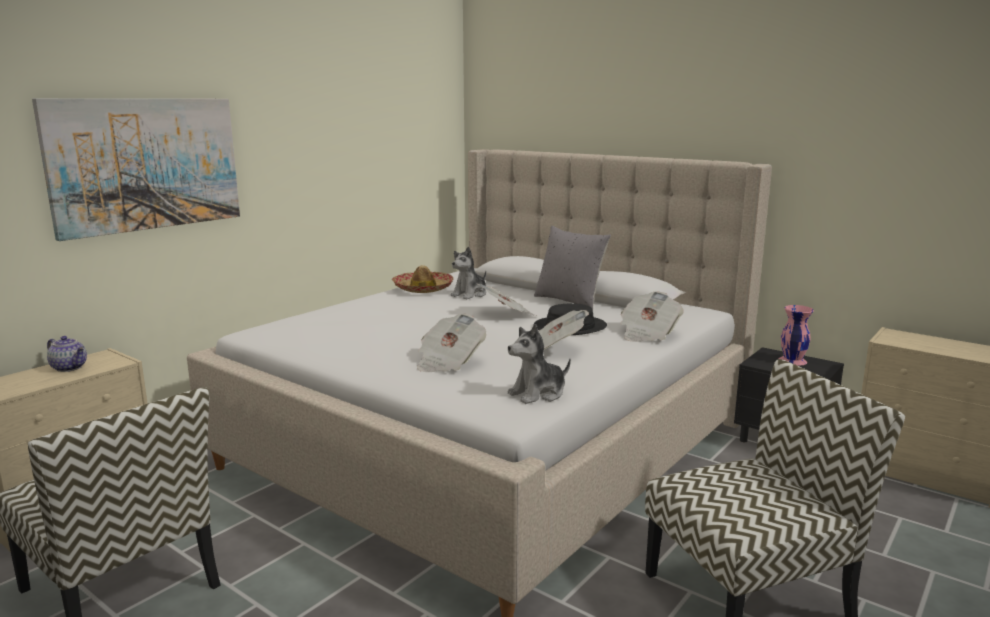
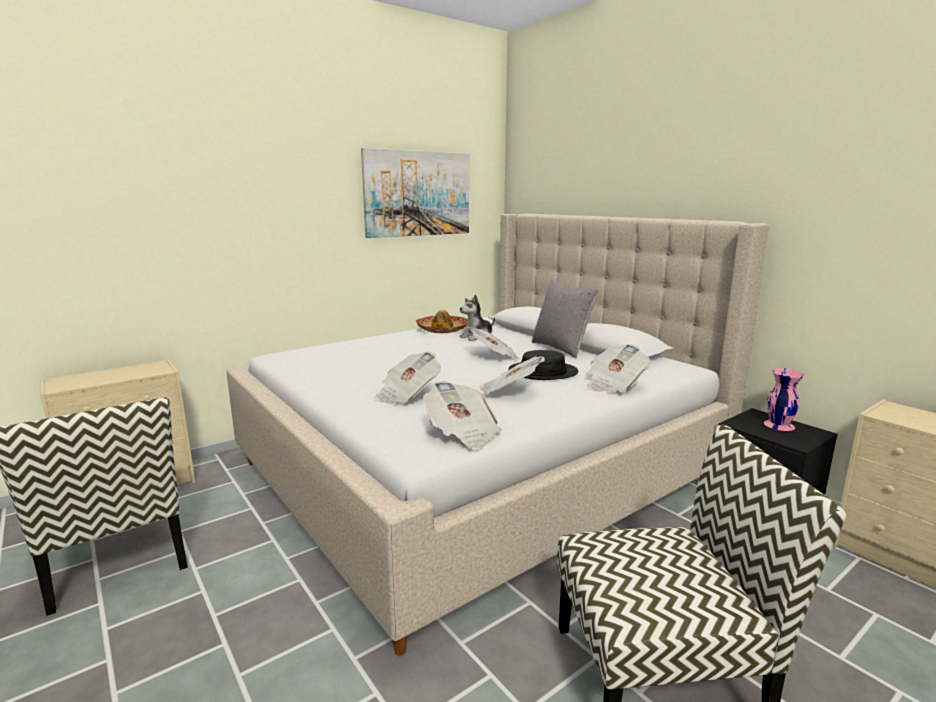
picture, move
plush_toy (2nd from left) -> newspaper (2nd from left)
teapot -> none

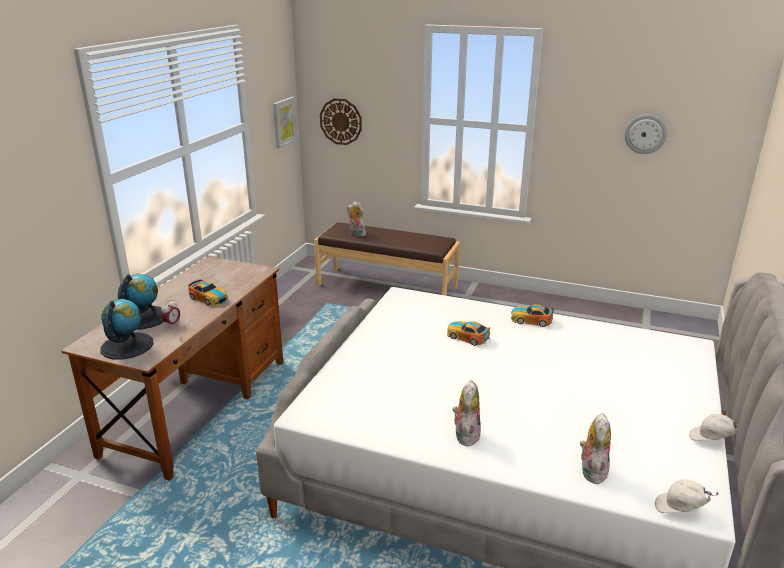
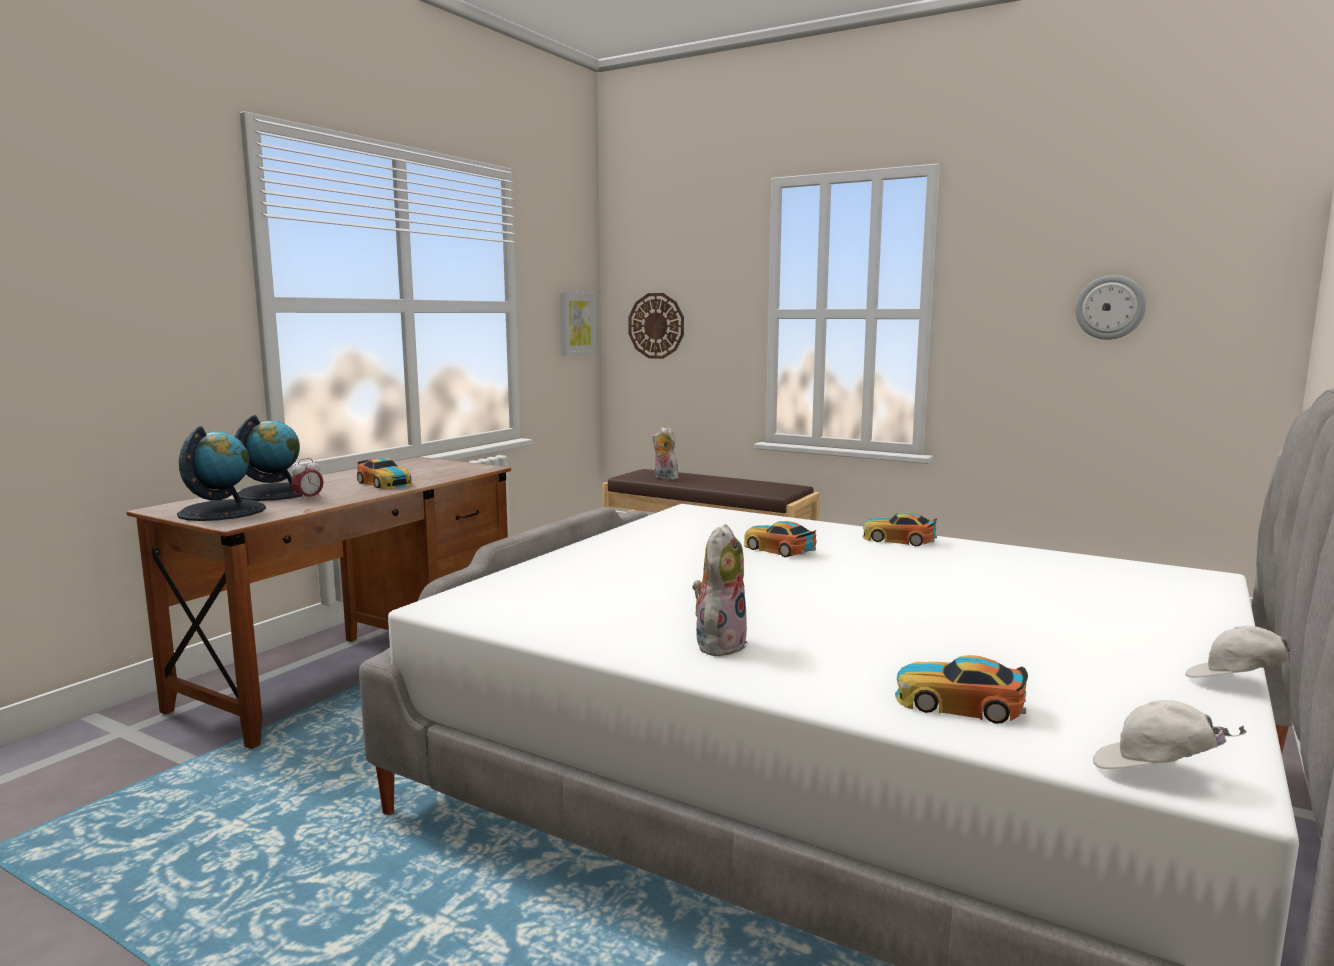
plush_toy (3rd from left) -> toy_car (4th from left)

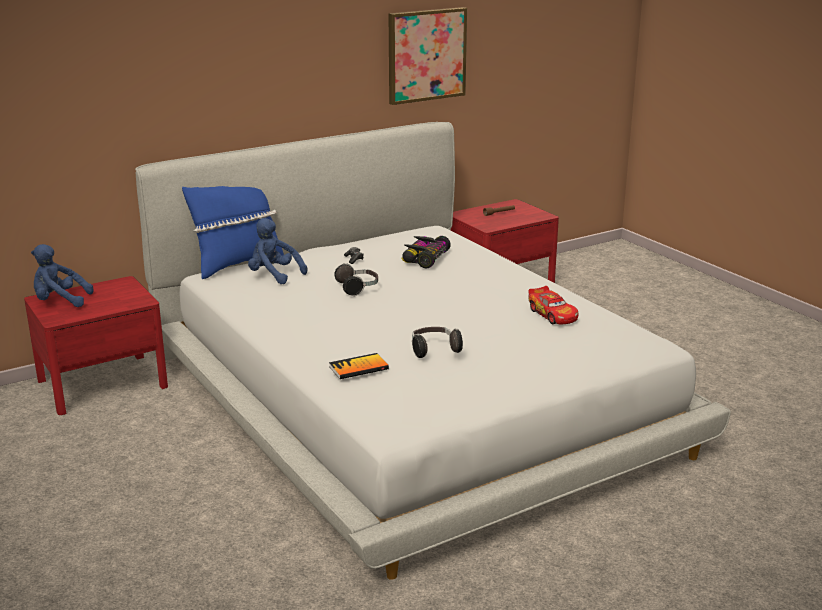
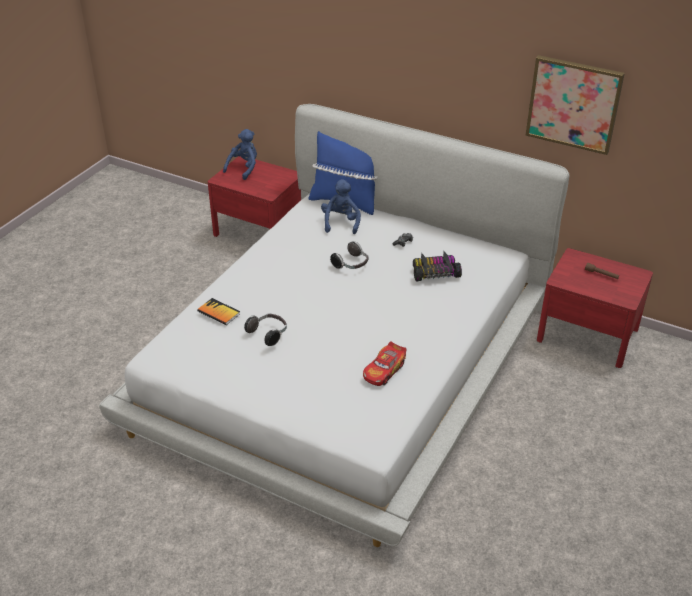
blue_plush_toy (1st from left), 60 degrees clockwise

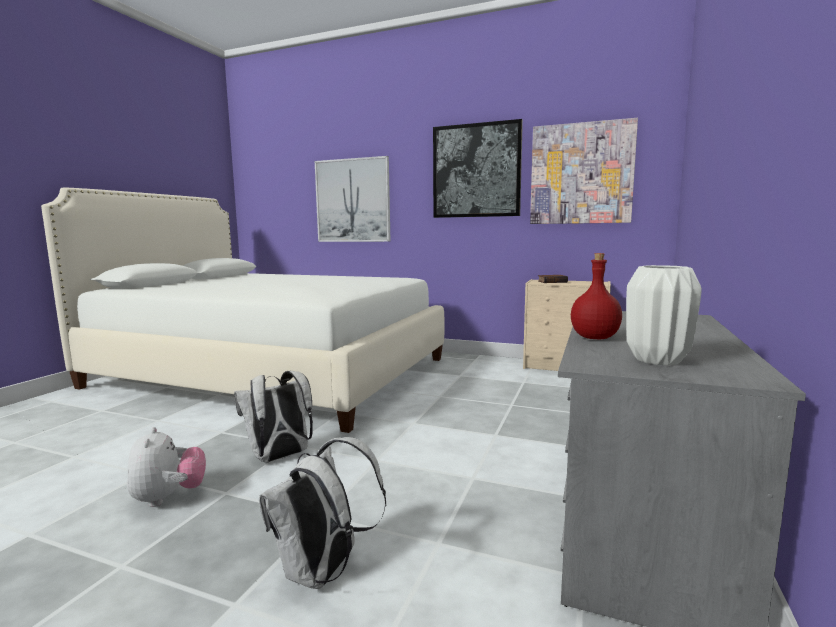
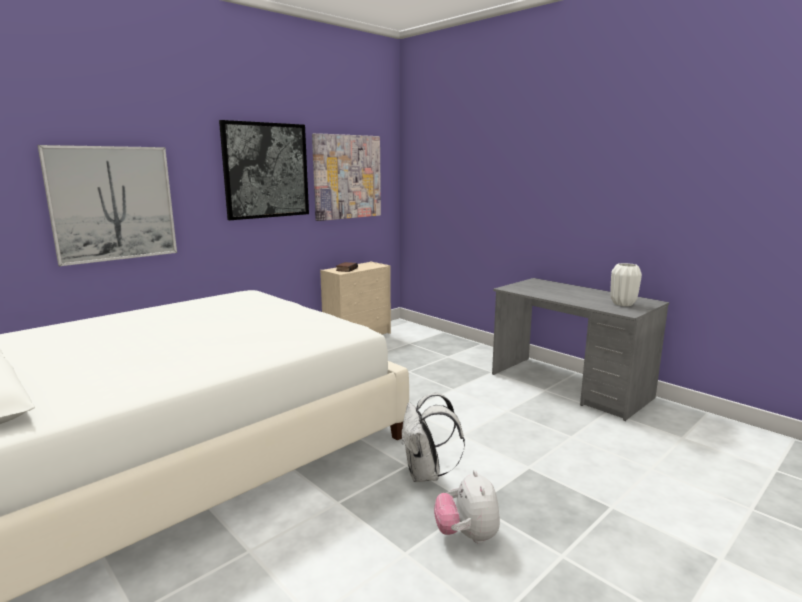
red_bottle -> none
plush_toy, 105 degrees counterclockwise
white_backpack (2nd from left) -> none

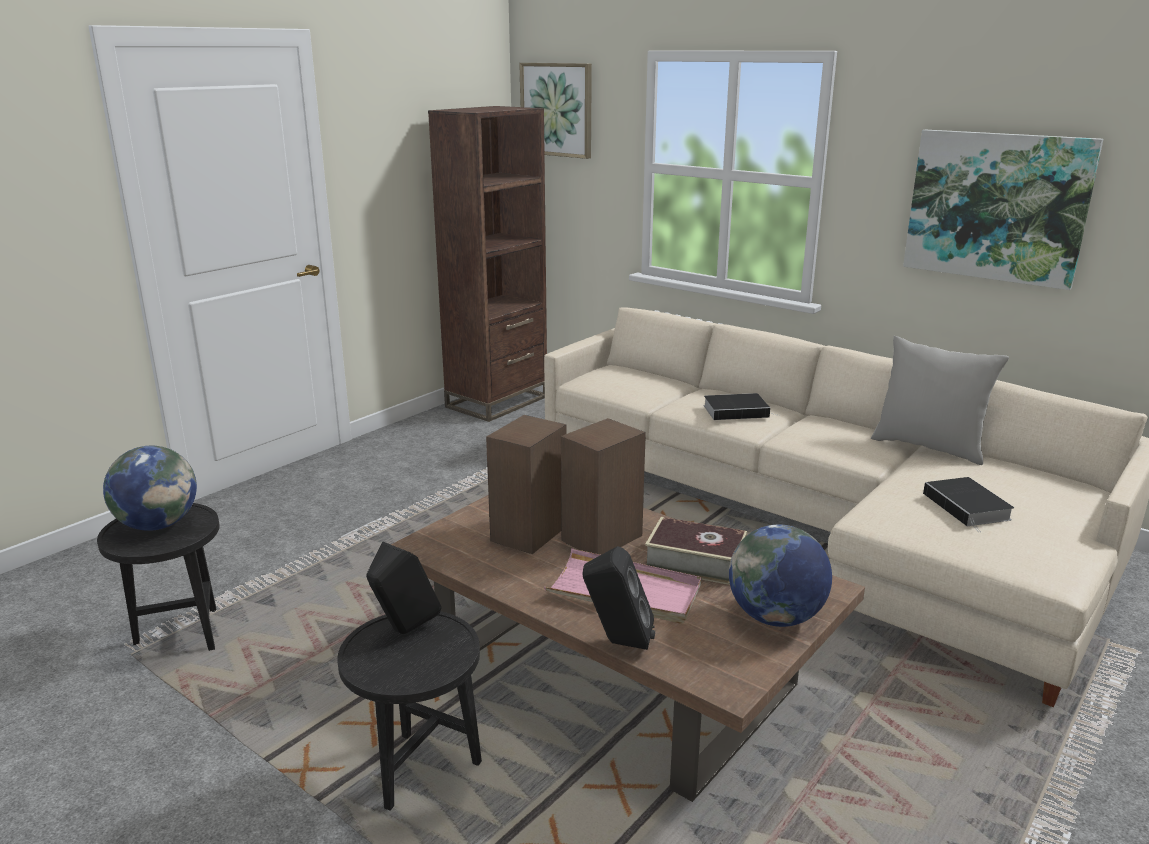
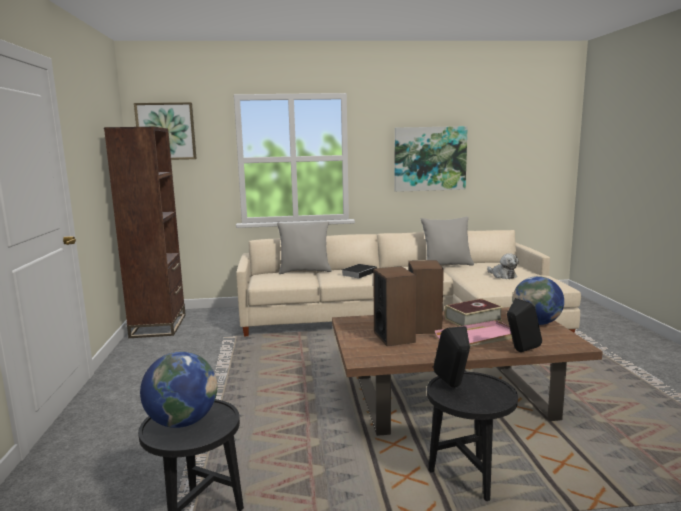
book (3rd from left) -> plush_toy
none -> grey_pillow (1st from left)

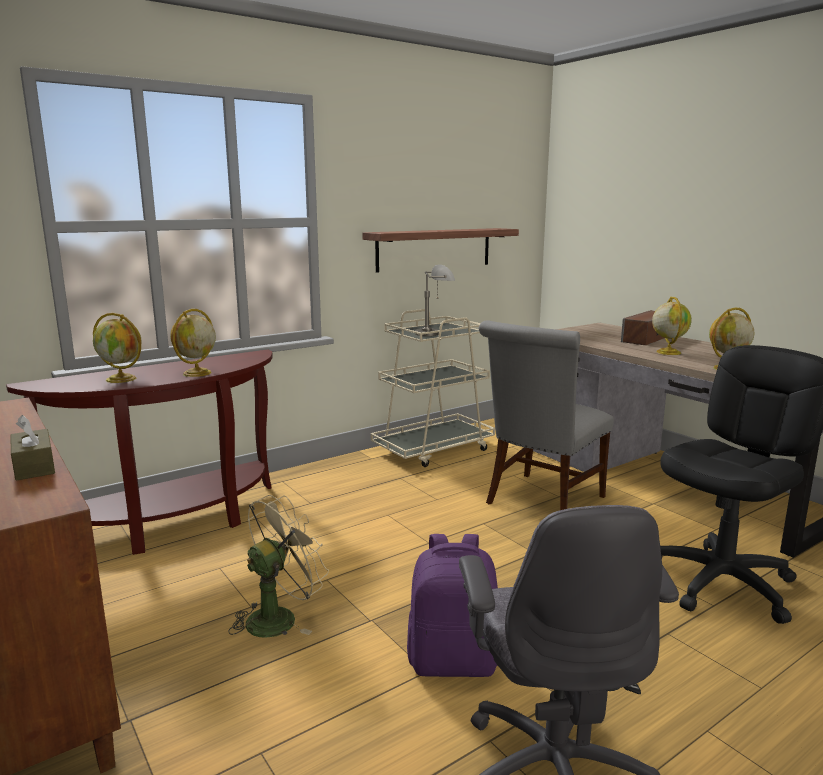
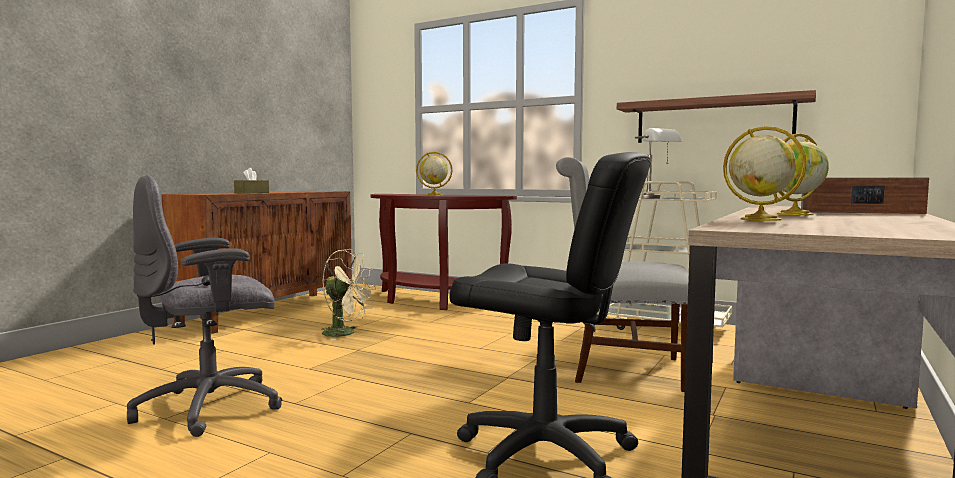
globe (1st from left) -> none
purple_backpack -> none

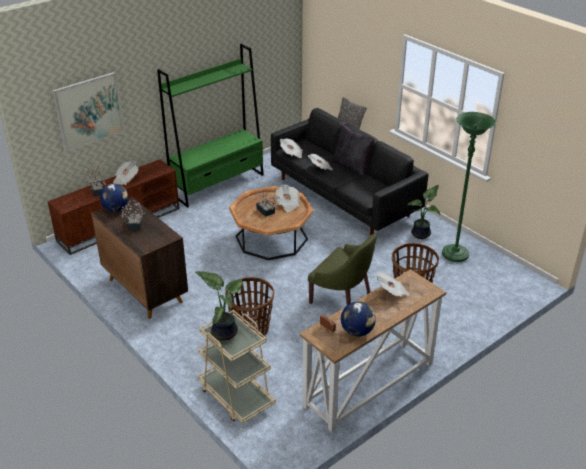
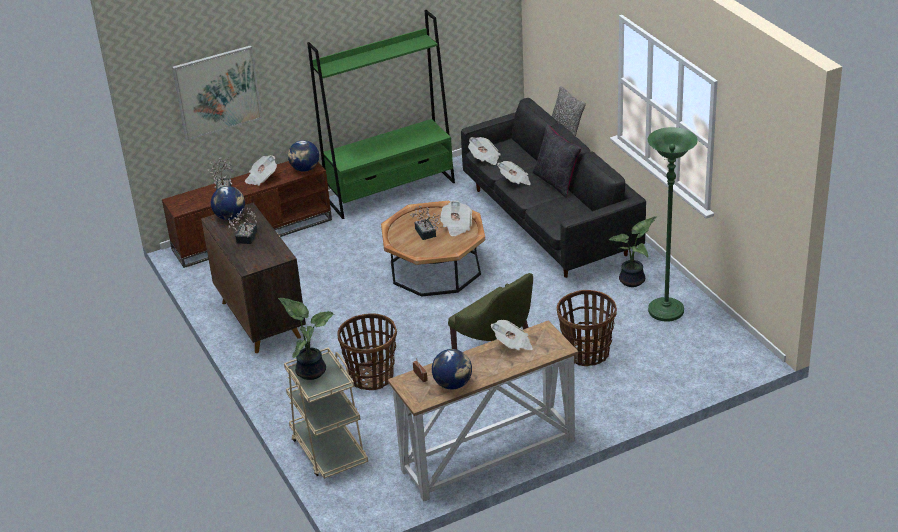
none -> globe (2nd from left)

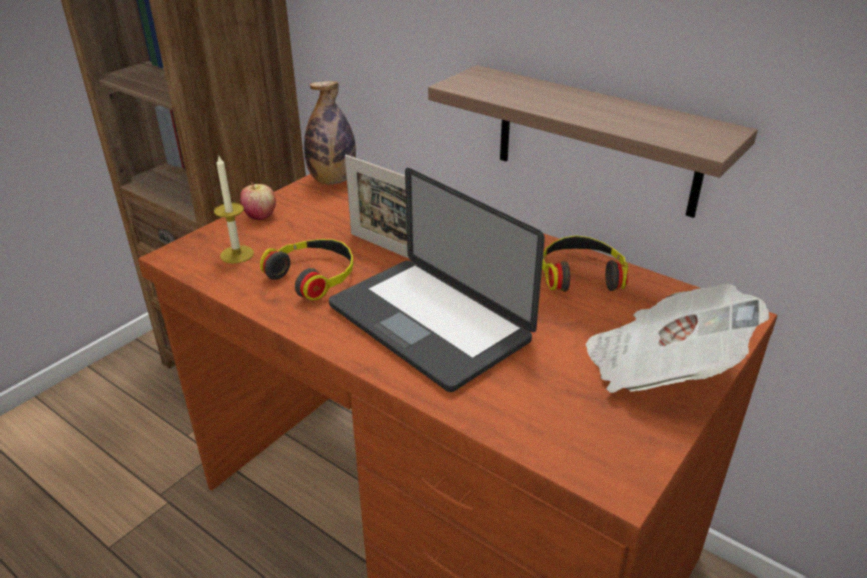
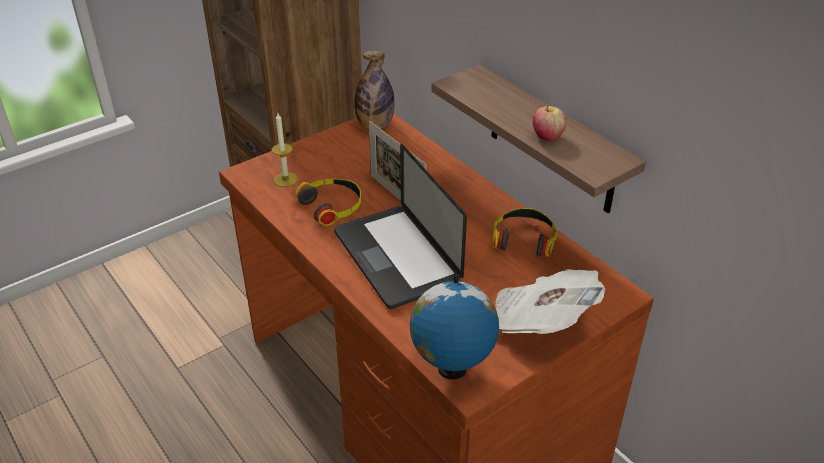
apple, move
none -> globe

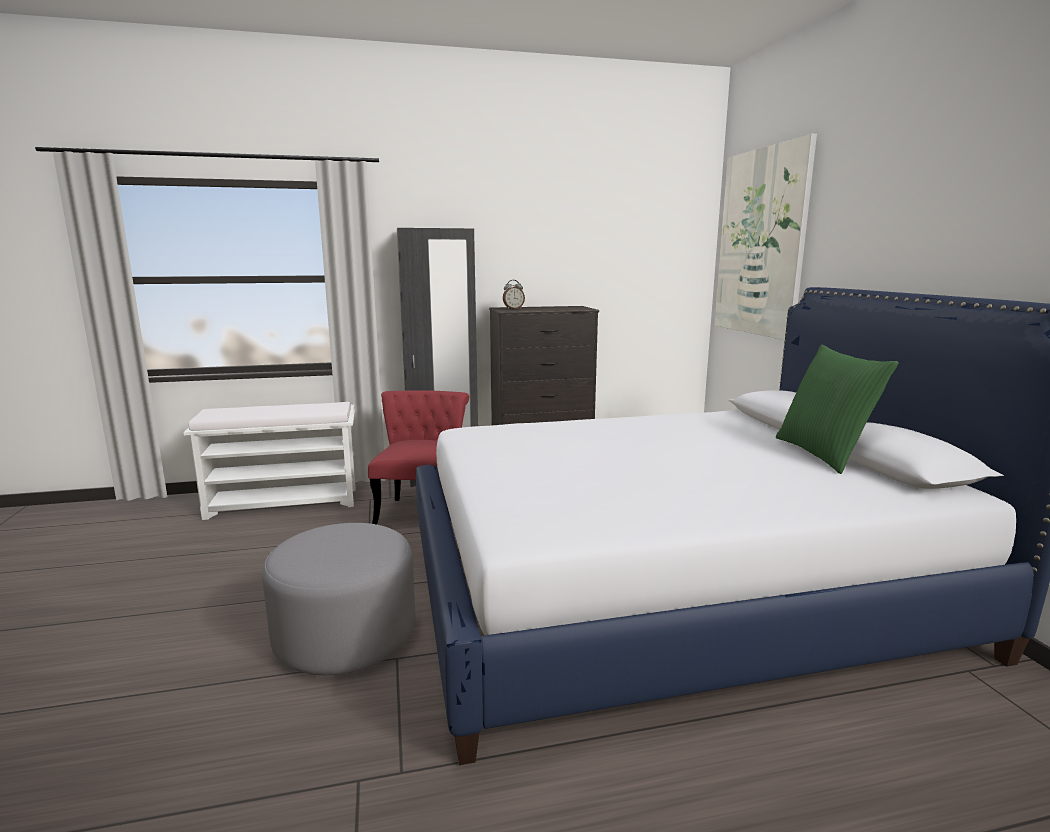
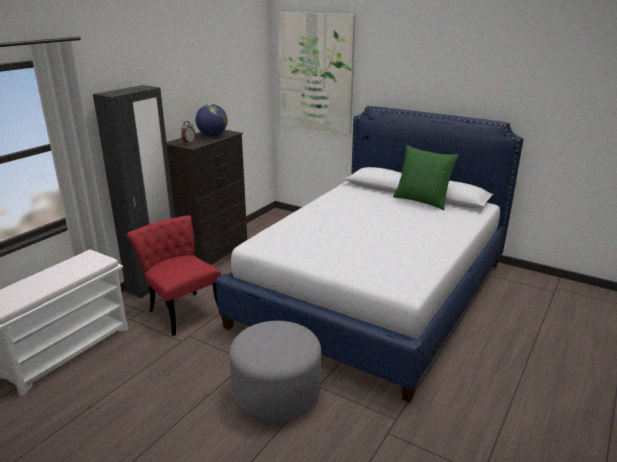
none -> globe

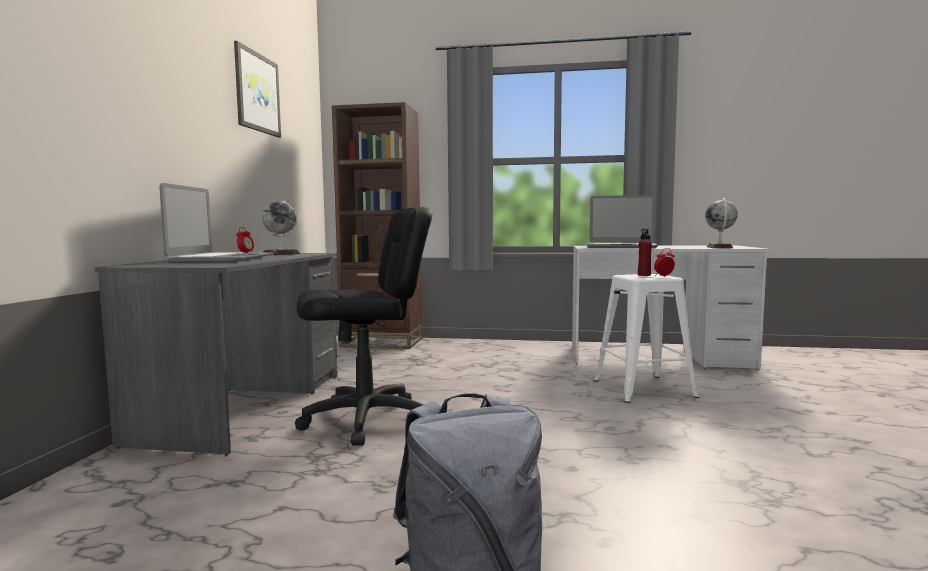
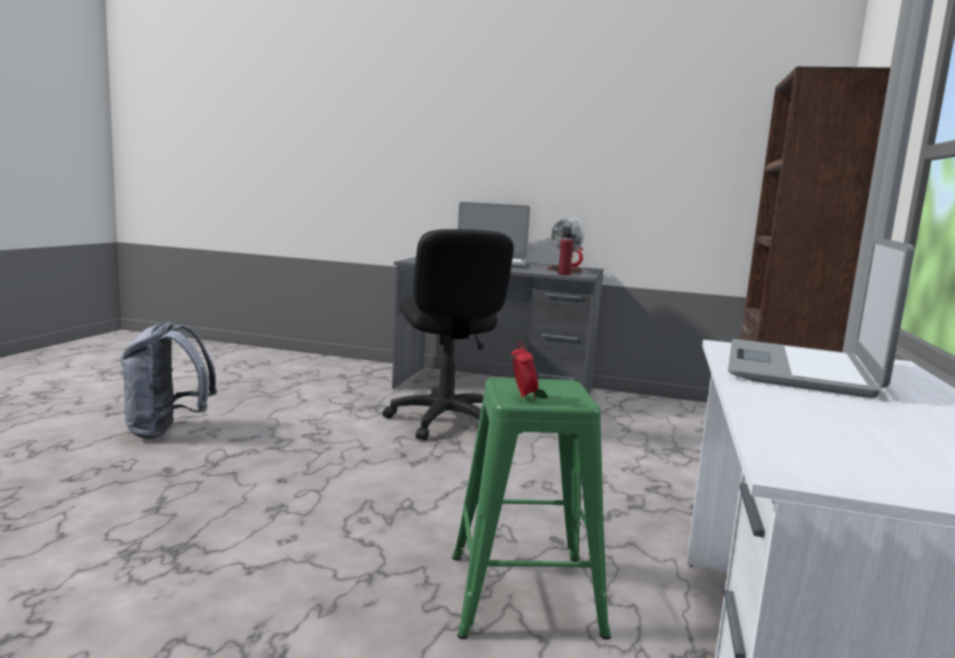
picture -> none
globe (2nd from left) -> none
red_bottle, move
white_stool -> green_stool

